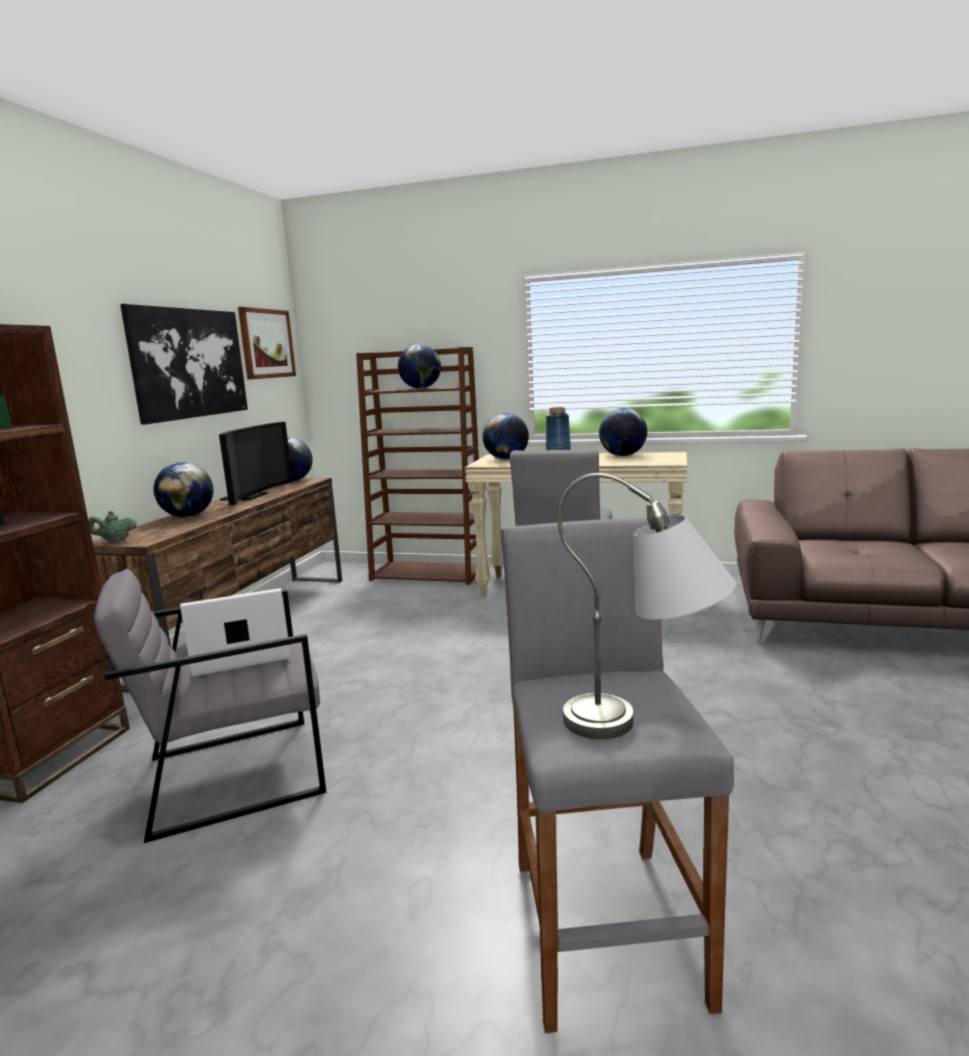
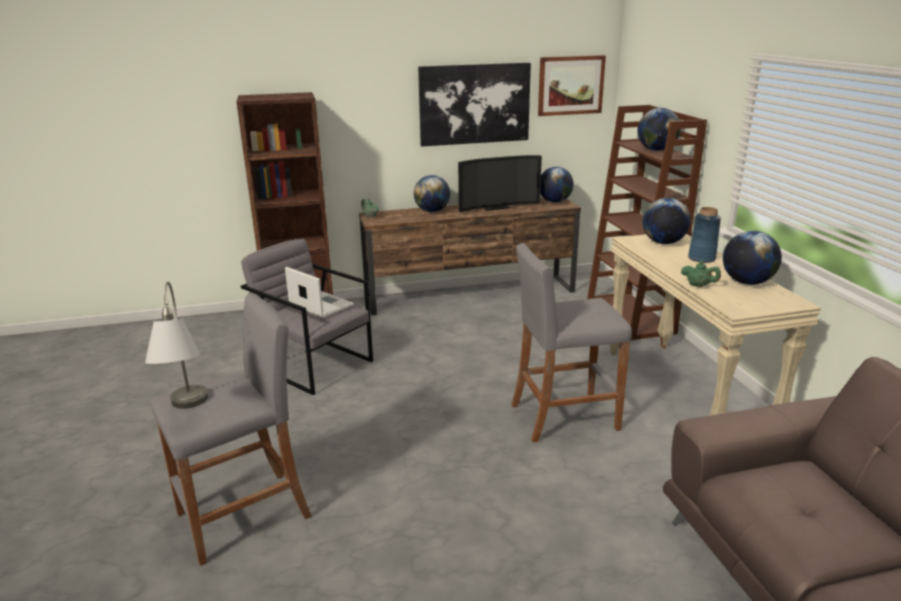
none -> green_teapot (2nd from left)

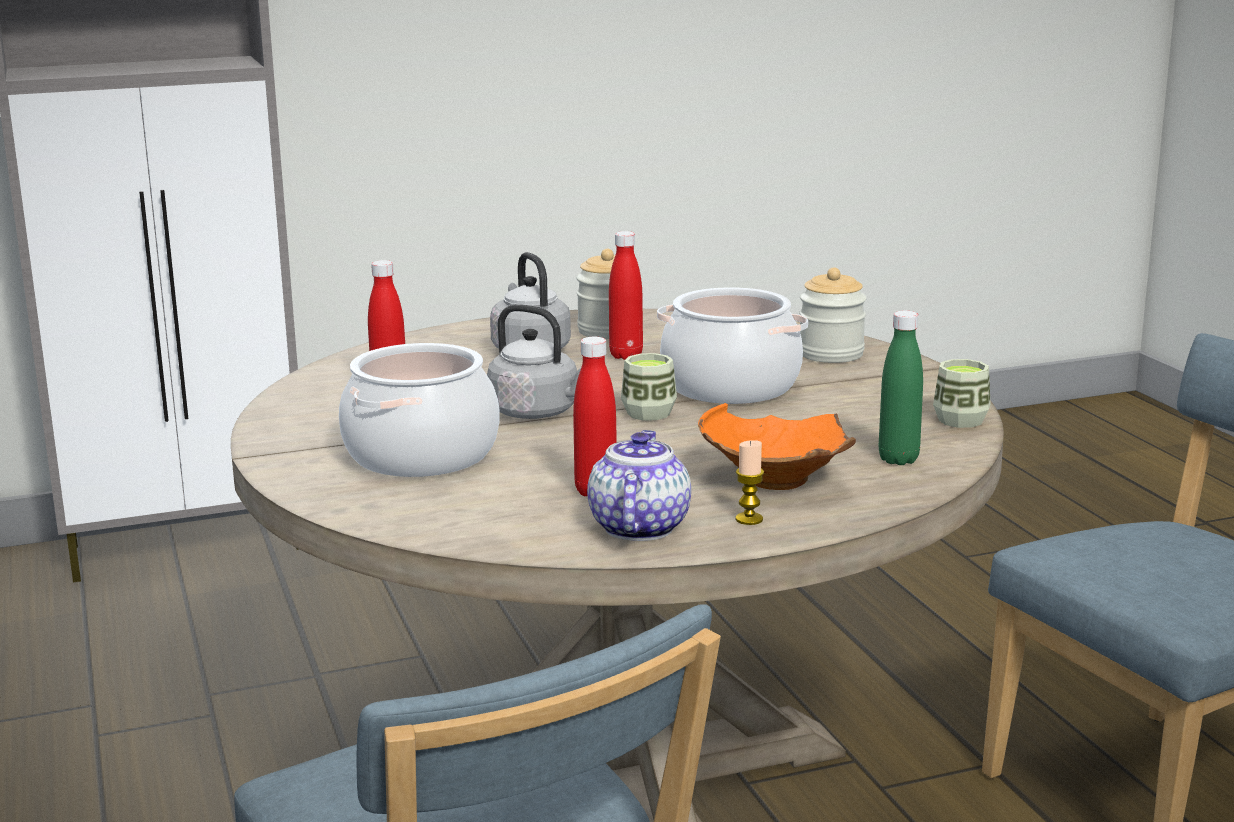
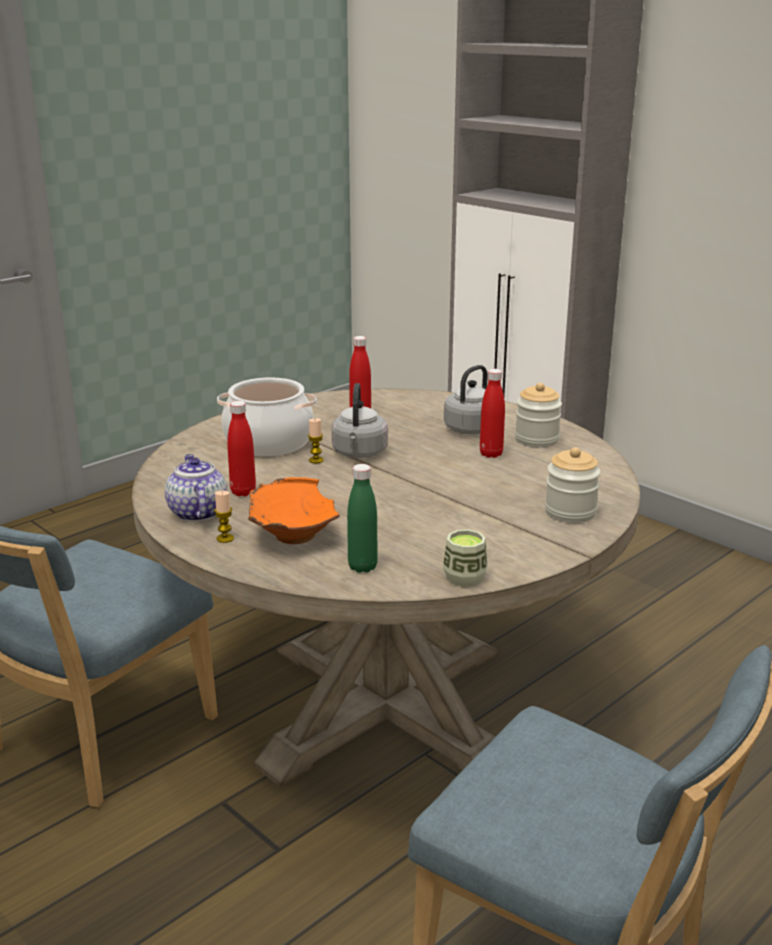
cooking_pot (2nd from left) -> none
cup (1st from left) -> none
teapot, 90 degrees counterclockwise
none -> candle (2nd from left)

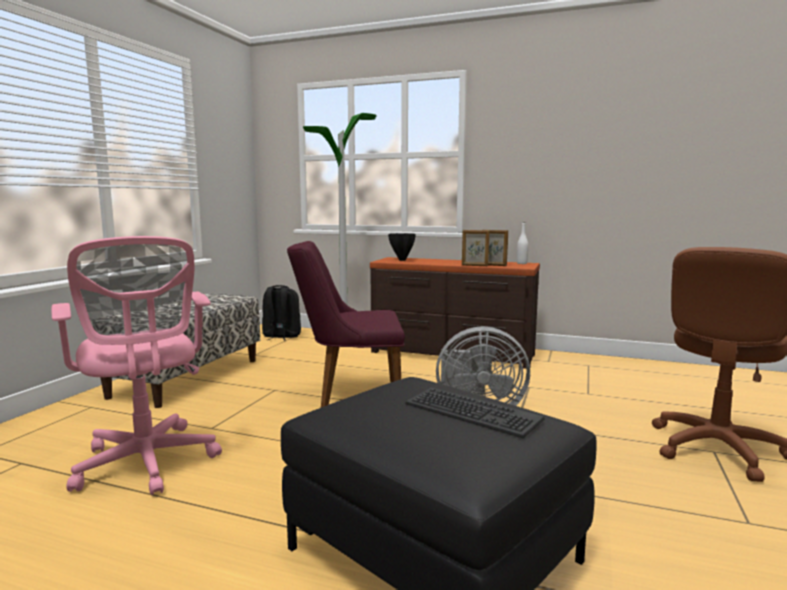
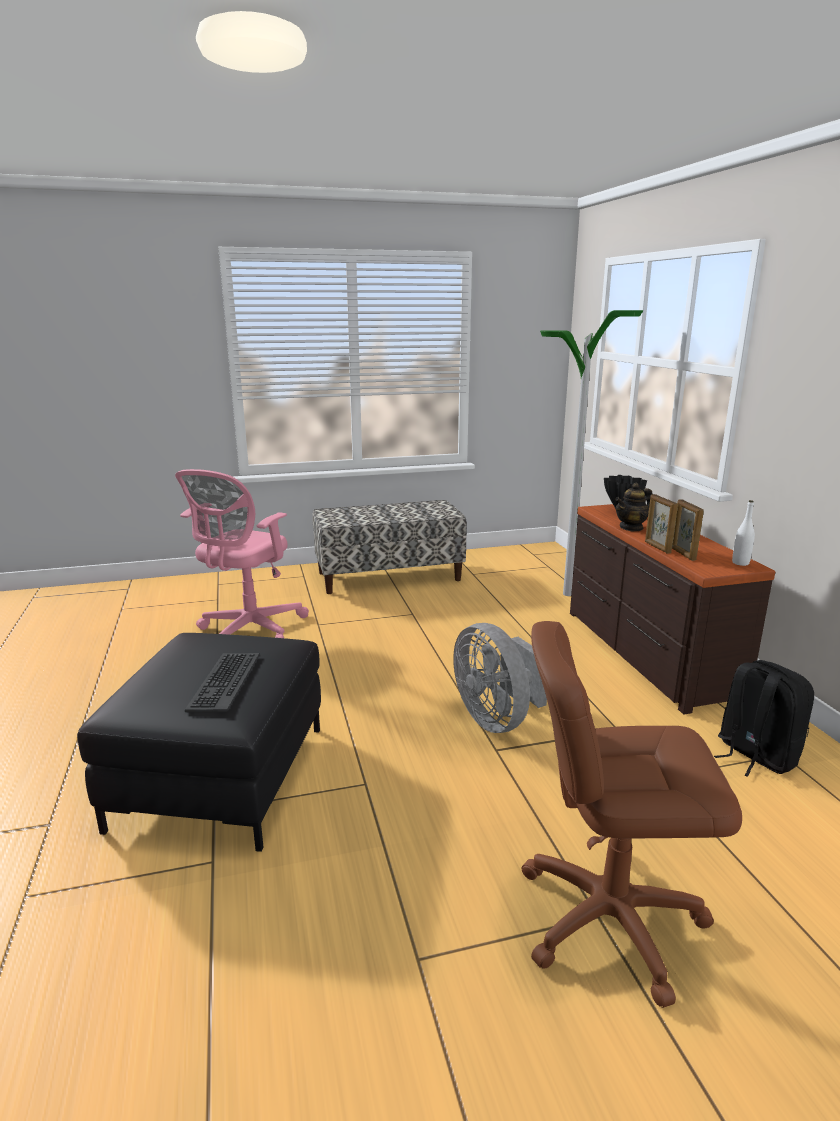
purple_chair -> none
black_backpack, move
none -> teapot

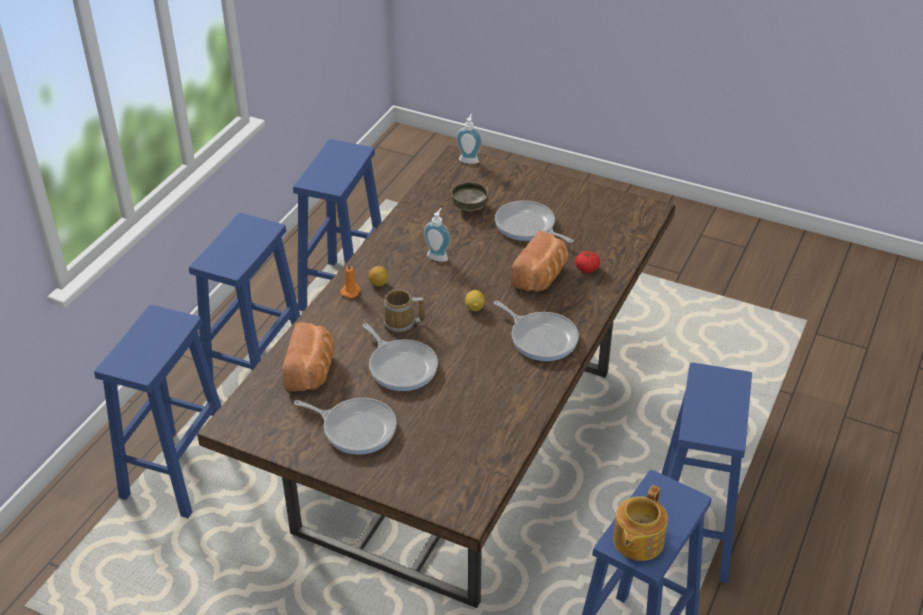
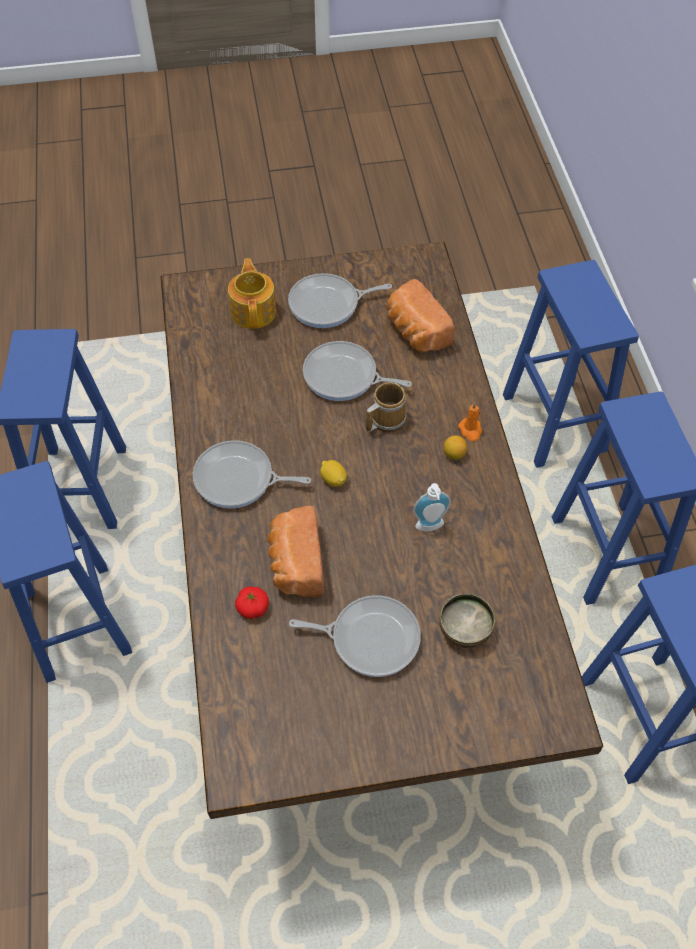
soap_dispenser (2nd from left) -> none
teapot, move

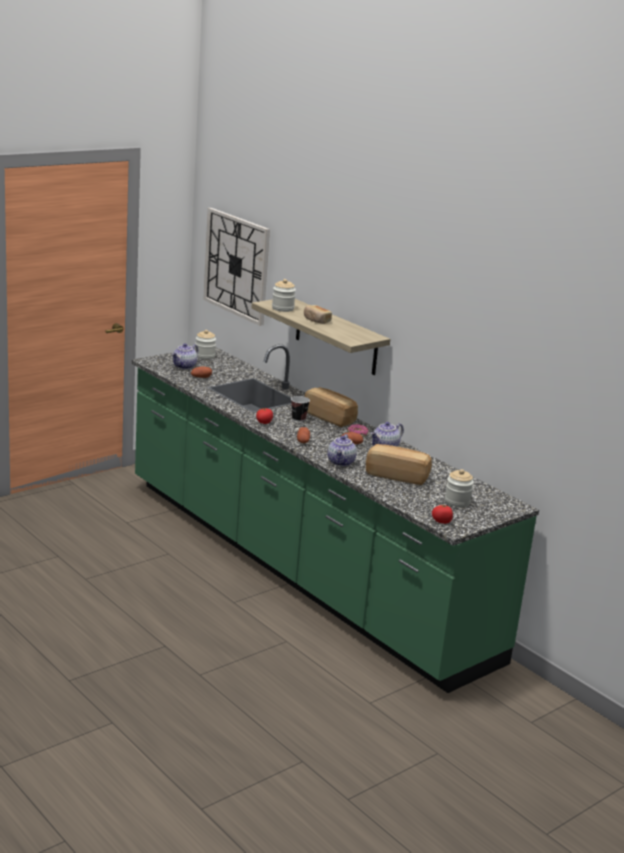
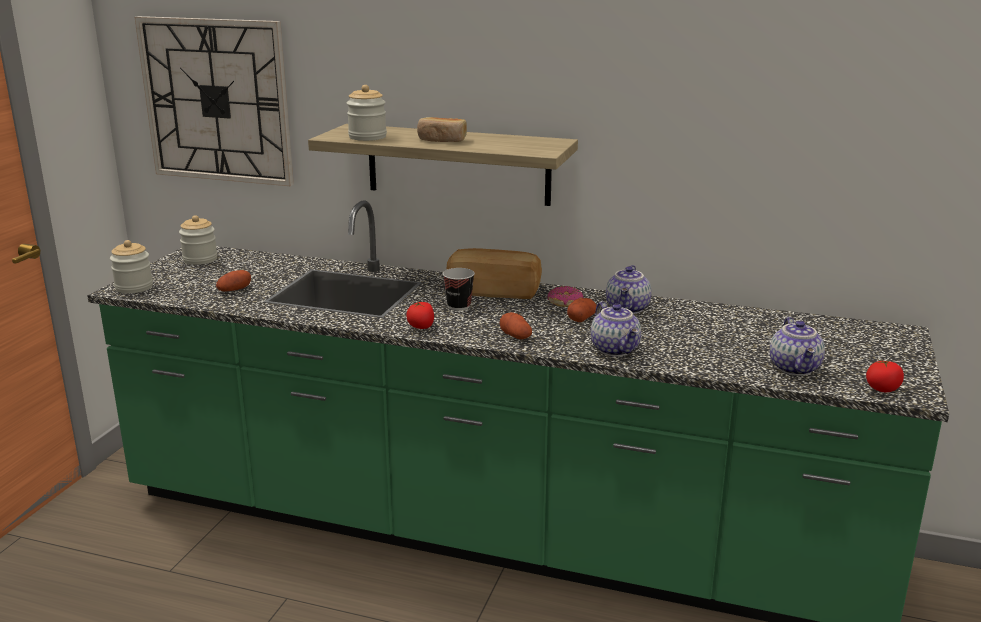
teapot (1st from left in the first image) -> teapot (3rd from left), move
bread (3rd from left) -> none
jar (3rd from left in the first image) -> jar (1st from left), move

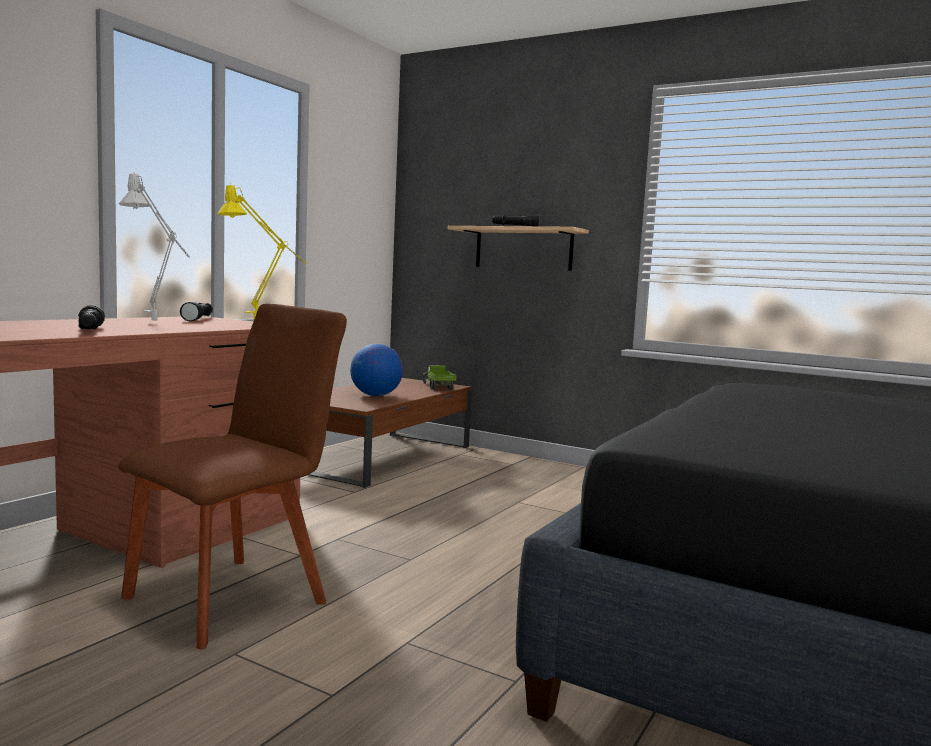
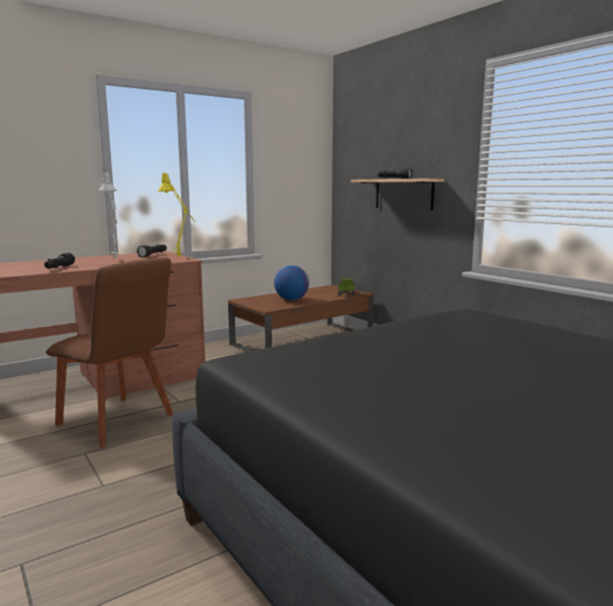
brown_chair, 60 degrees clockwise

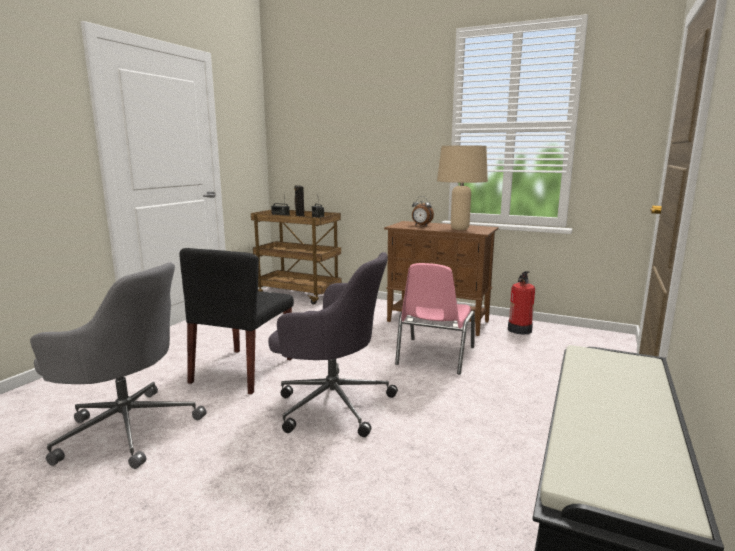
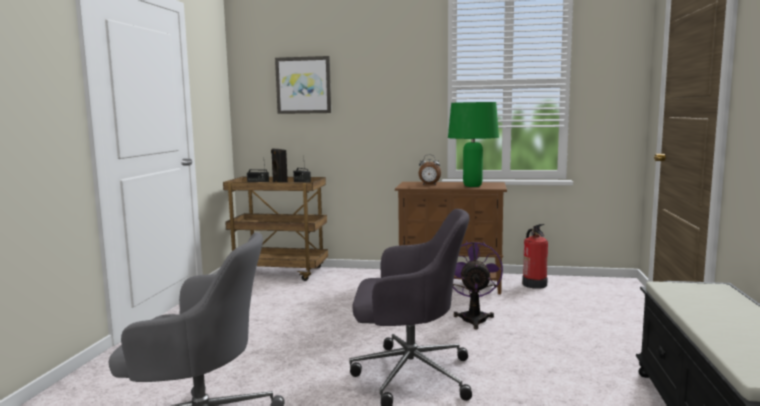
beige_table_lamp -> green_table_lamp
black_chair -> none
pink_chair -> purple_fan
none -> picture

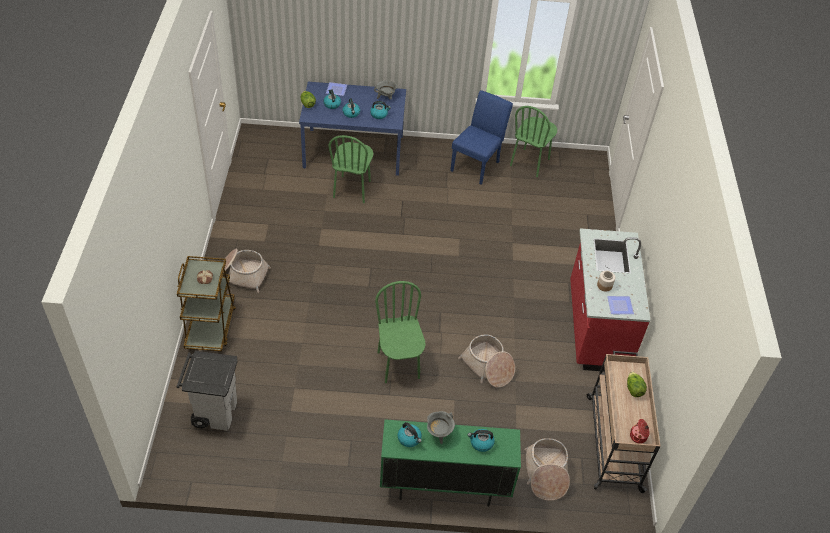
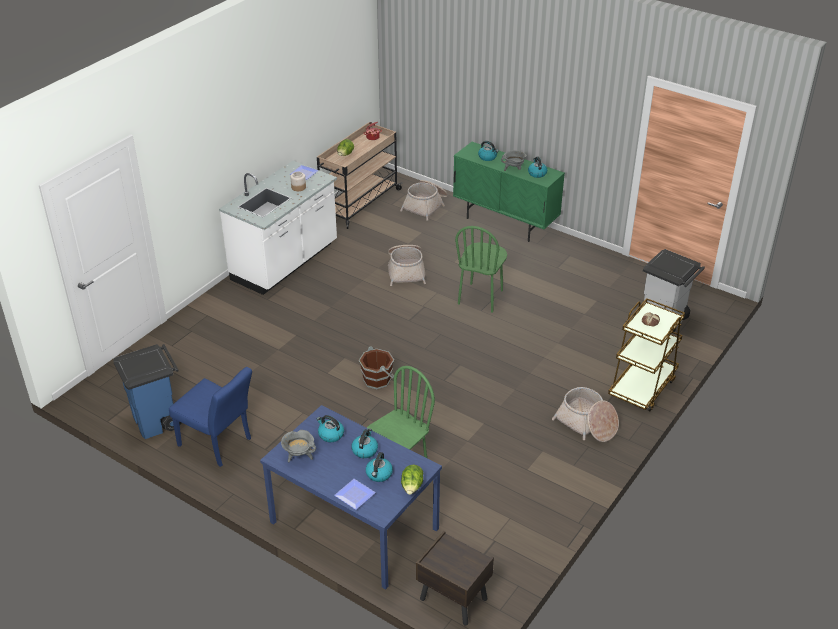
blue_chair, 120 degrees counterclockwise
green_chair (3rd from left) -> blue_trash_can
red_counter -> white_counter
none -> brown_bucket
none -> brown_nightstand

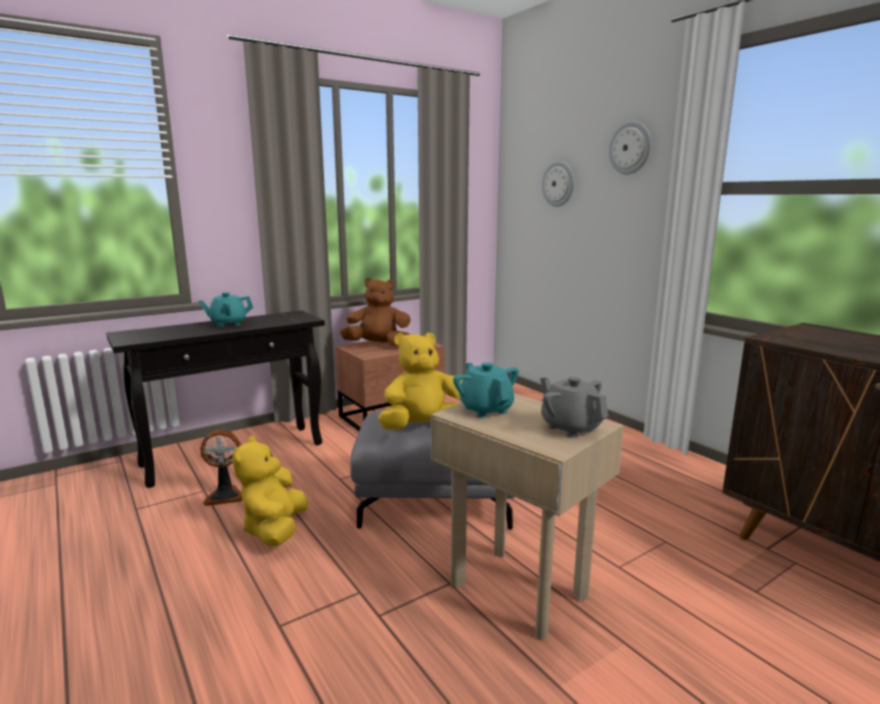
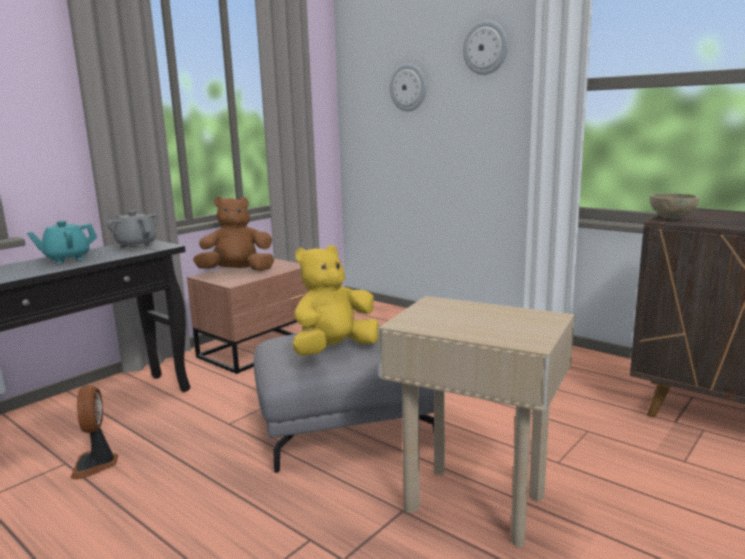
turquoise_teapot (2nd from left) -> none
grey_teapot, move
fan, 105 degrees clockwise
yellow_plush_toy (1st from left) -> none
none -> beige_bowl

